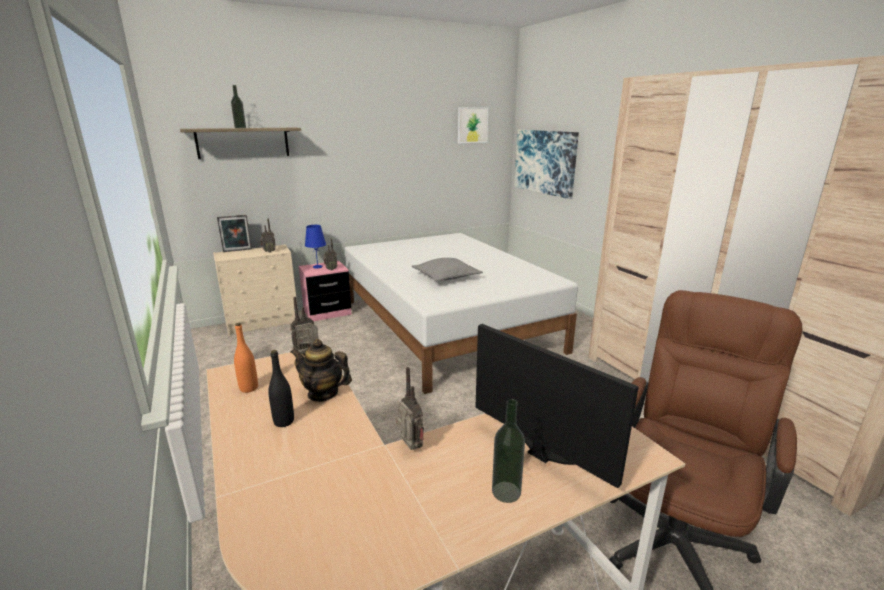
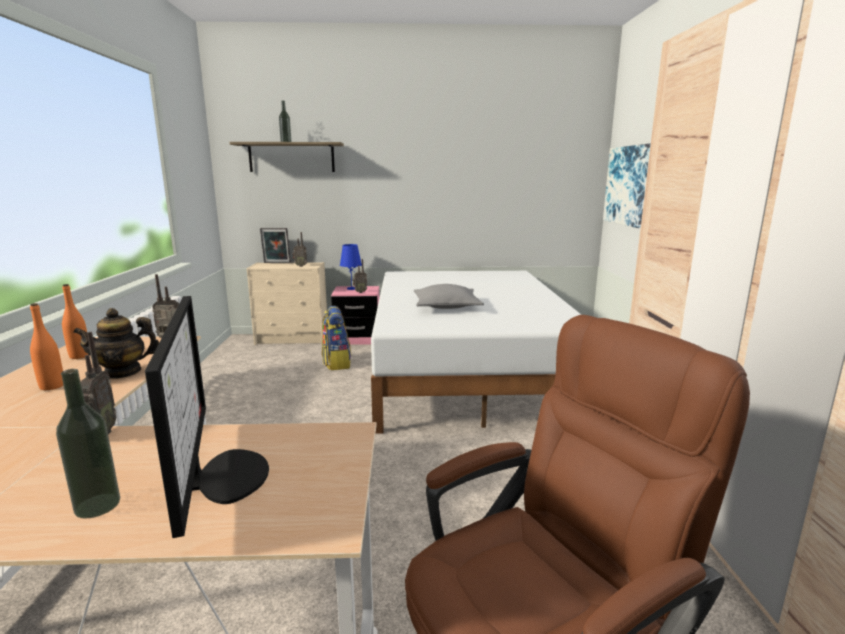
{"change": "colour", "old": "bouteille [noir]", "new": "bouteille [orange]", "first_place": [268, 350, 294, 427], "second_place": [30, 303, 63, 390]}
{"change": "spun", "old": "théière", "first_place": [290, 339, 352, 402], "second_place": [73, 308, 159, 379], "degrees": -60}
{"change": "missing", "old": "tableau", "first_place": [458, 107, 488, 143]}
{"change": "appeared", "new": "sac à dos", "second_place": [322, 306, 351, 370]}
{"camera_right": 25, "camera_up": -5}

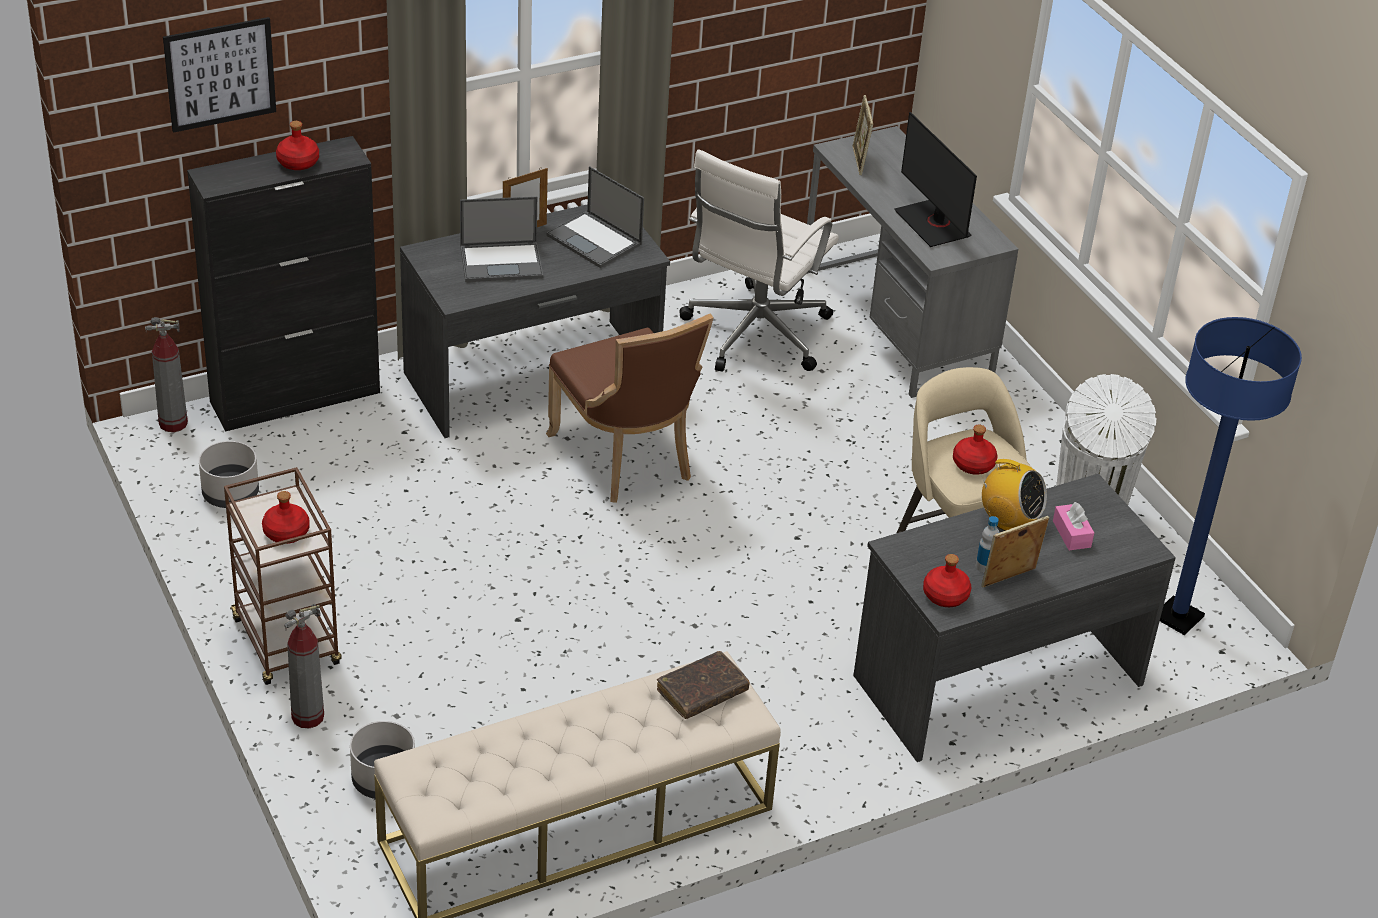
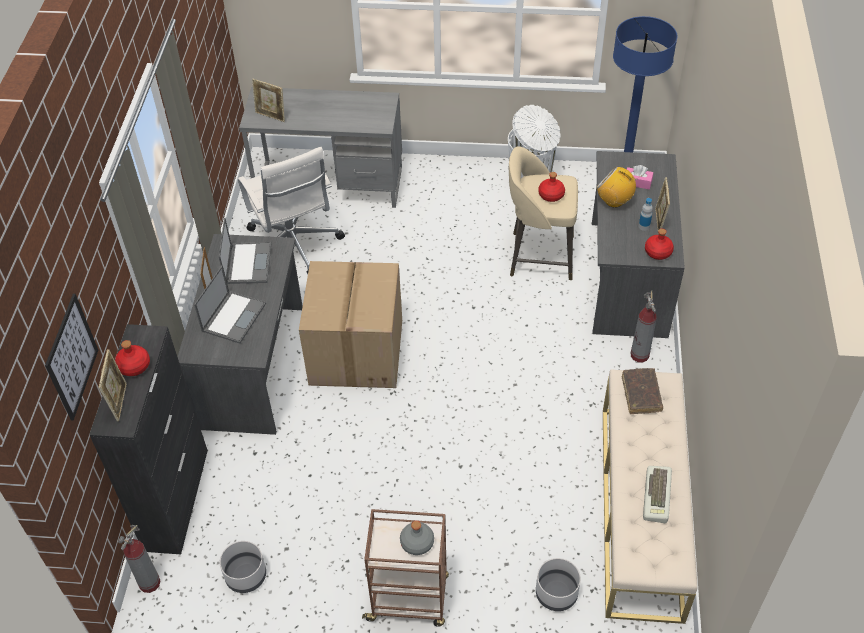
{"change": "colour", "old": "bouteille [rouge]", "new": "bouteille [gris]", "first_place": [262, 491, 310, 544], "second_place": [400, 521, 434, 555]}
{"change": "relocated", "old": "extincteur", "first_place": [284, 604, 324, 728], "second_place": [631, 290, 657, 363]}
{"change": "spun", "old": "ordinateur portable", "first_place": [546, 166, 644, 268], "second_place": [219, 217, 271, 284], "degrees": -75}
{"change": "exchanged", "old": "chaise [marron]", "new": "carton", "first_place": [546, 313, 714, 503], "second_place": [299, 261, 402, 388]}
{"change": "missing", "old": "écran d'ordinateur", "first_place": [894, 112, 977, 247]}
{"change": "spun", "old": "radio", "first_place": [979, 459, 1047, 531], "second_place": [597, 166, 639, 208], "degrees": -120}
{"change": "appeared", "new": "cadre photo", "second_place": [98, 349, 127, 421]}
{"change": "appeared", "new": "clavier", "second_place": [643, 466, 672, 523]}
{"camera_right": -55, "camera_up": 10}

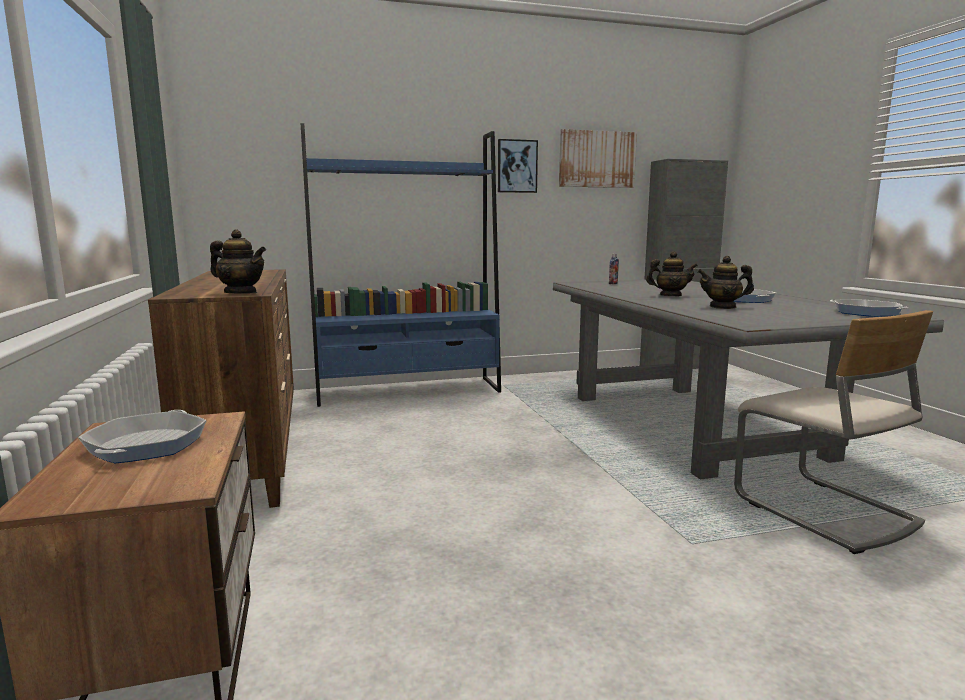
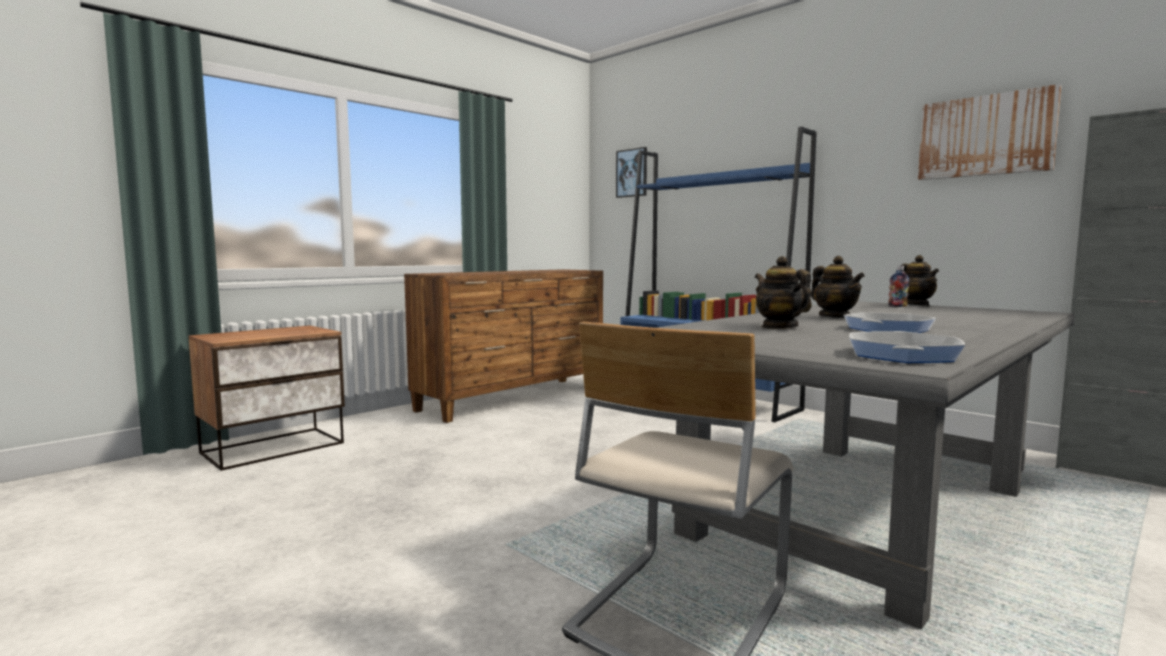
{"change": "missing", "old": "poêle", "first_place": [78, 410, 206, 464]}
{"change": "relocated", "old": "théière", "first_place": [210, 230, 266, 294], "second_place": [901, 255, 939, 306]}
{"change": "relocated", "old": "tableau", "first_place": [498, 139, 538, 193], "second_place": [616, 147, 647, 198]}
{"camera_right": 60, "camera_up": -5}

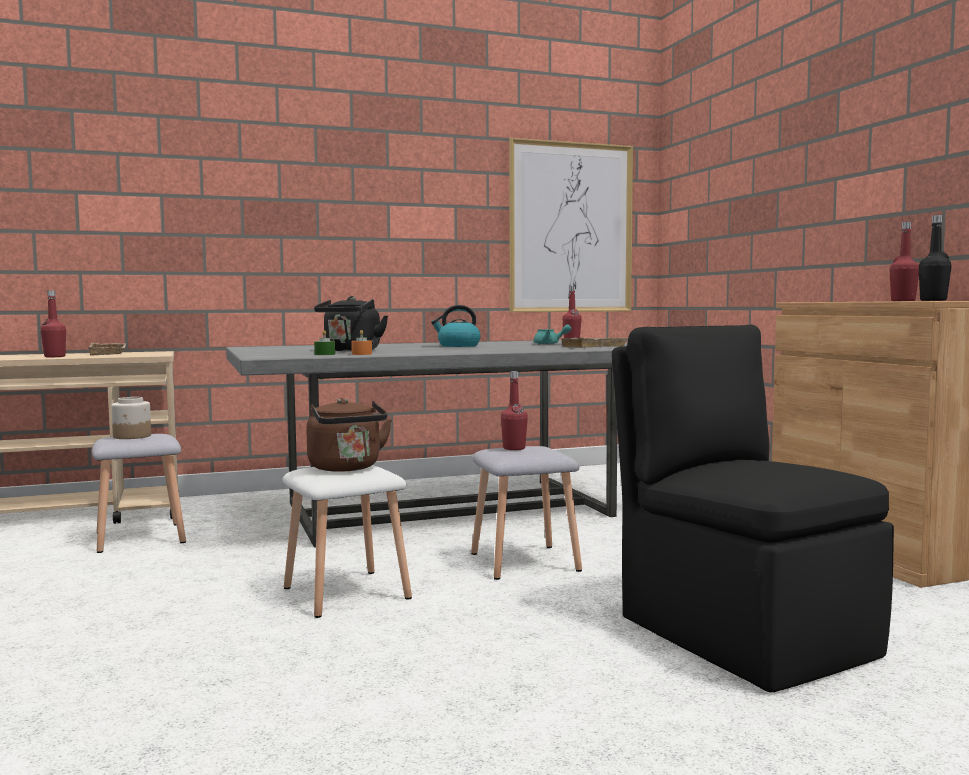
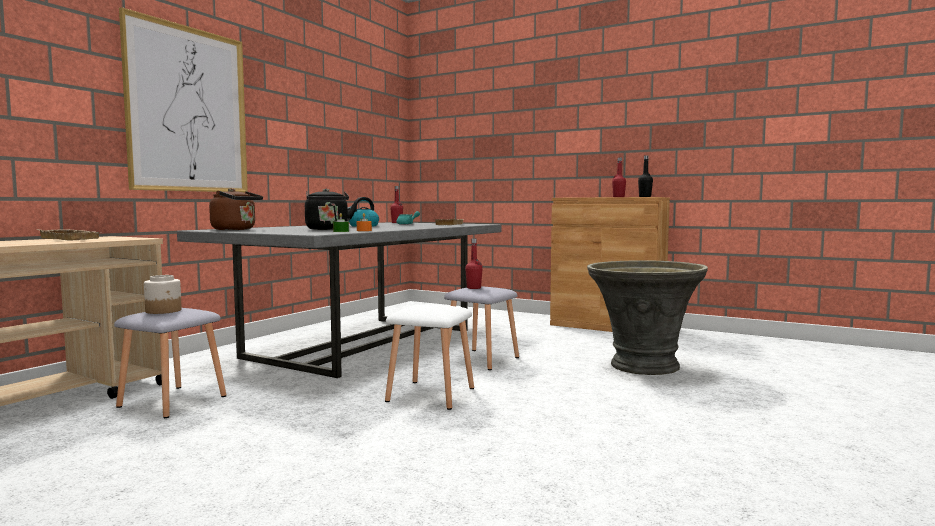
{"change": "missing", "old": "bouteille [rouge]", "first_place": [40, 290, 66, 357]}
{"change": "relocated", "old": "bouilloire [marron]", "first_place": [306, 398, 392, 472], "second_place": [209, 188, 263, 230]}
{"change": "relocated", "old": "tableau", "first_place": [509, 138, 633, 312], "second_place": [119, 7, 248, 193]}
{"change": "exchanged", "old": "chaise [noir]", "new": "cache-pot [gris]", "first_place": [612, 325, 894, 692], "second_place": [587, 260, 708, 375]}
{"camera_right": -40, "camera_up": 0}

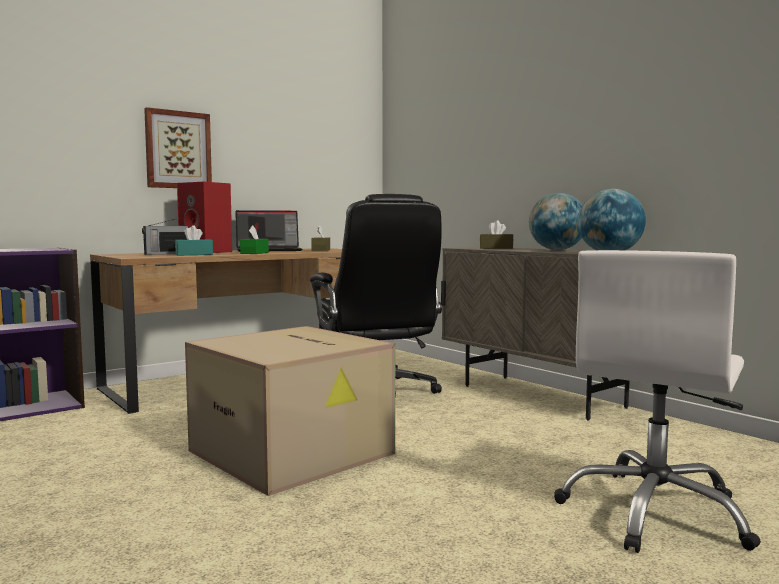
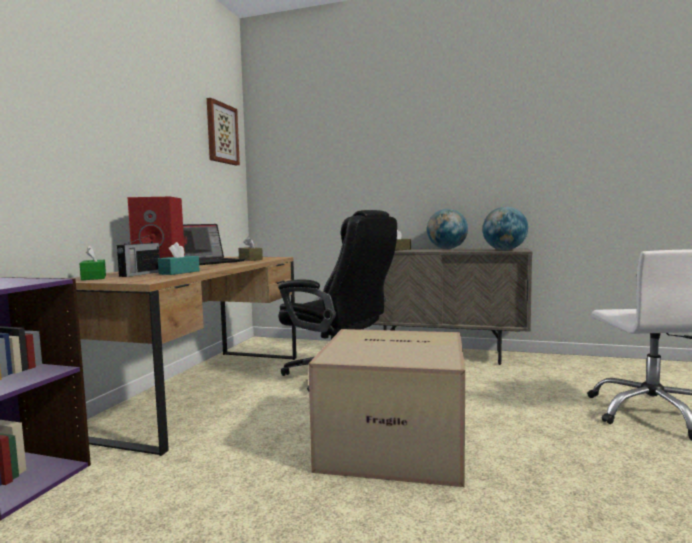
{"change": "relocated", "old": "tableau", "first_place": [144, 107, 212, 188], "second_place": [207, 98, 240, 165]}
{"change": "relocated", "old": "boîte à mouchoirs [vert]", "first_place": [240, 226, 269, 254], "second_place": [80, 245, 106, 280]}
{"camera_right": -35, "camera_up": 0}

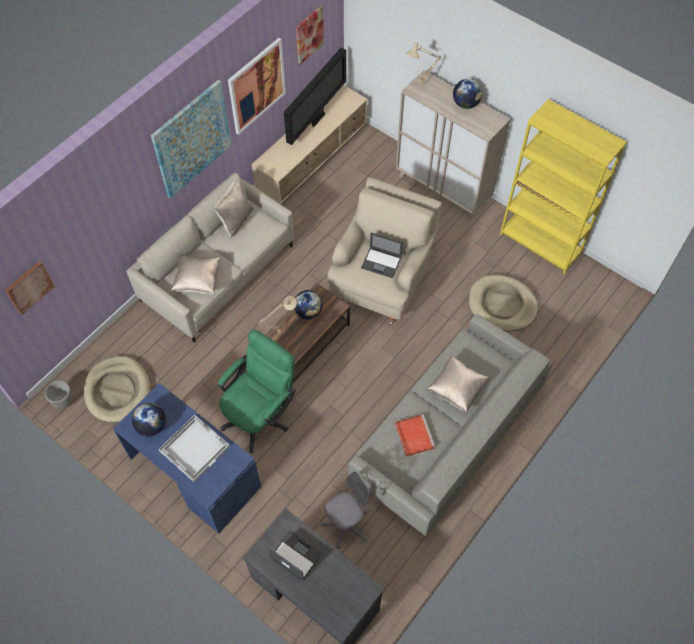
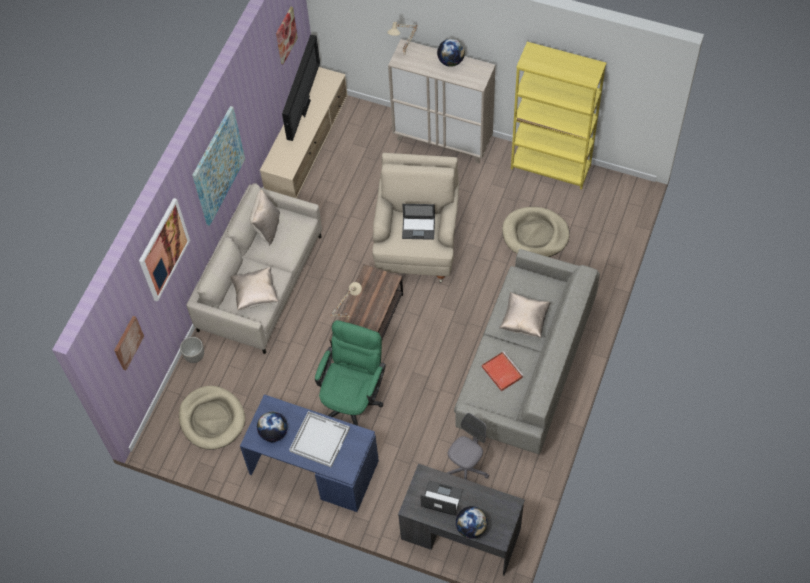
{"change": "relocated", "old": "cache-pot", "first_place": [45, 380, 73, 409], "second_place": [180, 337, 204, 363]}
{"change": "relocated", "old": "tableau", "first_place": [228, 38, 286, 135], "second_place": [139, 198, 190, 302]}
{"change": "relocated", "old": "globe", "first_place": [294, 290, 323, 320], "second_place": [456, 506, 487, 539]}
{"camera_right": -15, "camera_up": 0}

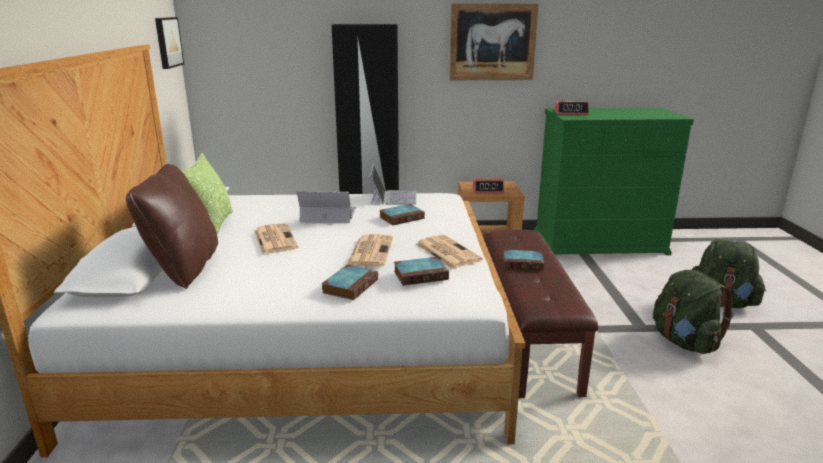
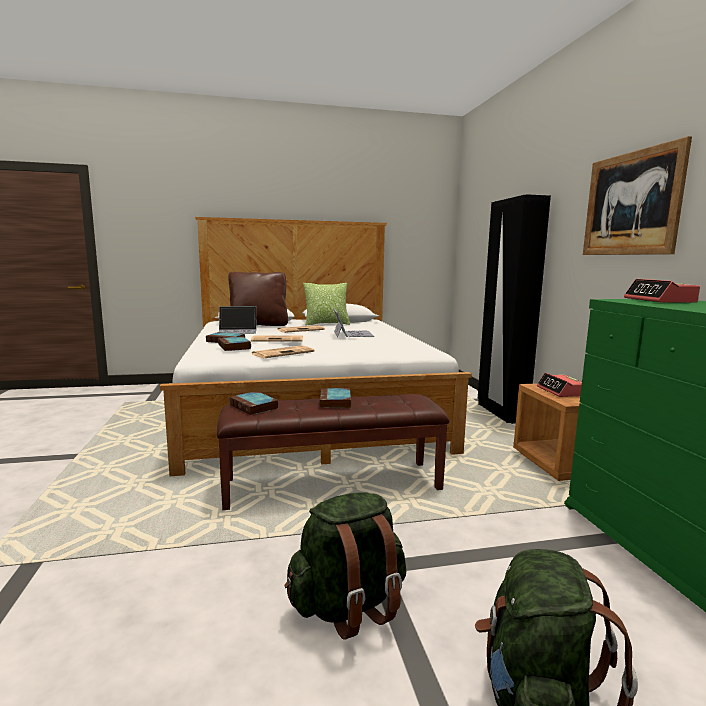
{"change": "missing", "old": "tableau", "first_place": [155, 17, 184, 69]}
{"change": "relocated", "old": "ordinateur portable", "first_place": [369, 164, 416, 205], "second_place": [218, 306, 257, 334]}
{"change": "relocated", "old": "livre", "first_place": [379, 204, 425, 225], "second_place": [230, 391, 278, 415]}
{"camera_right": 80, "camera_up": -10}

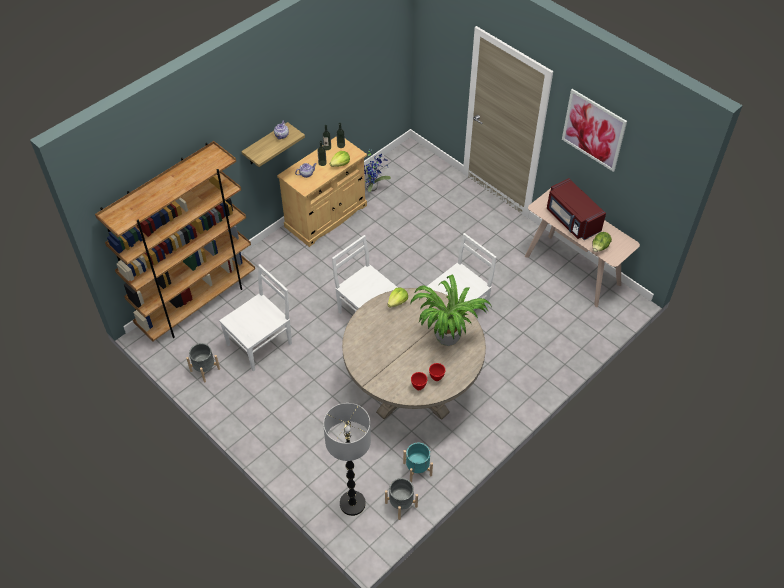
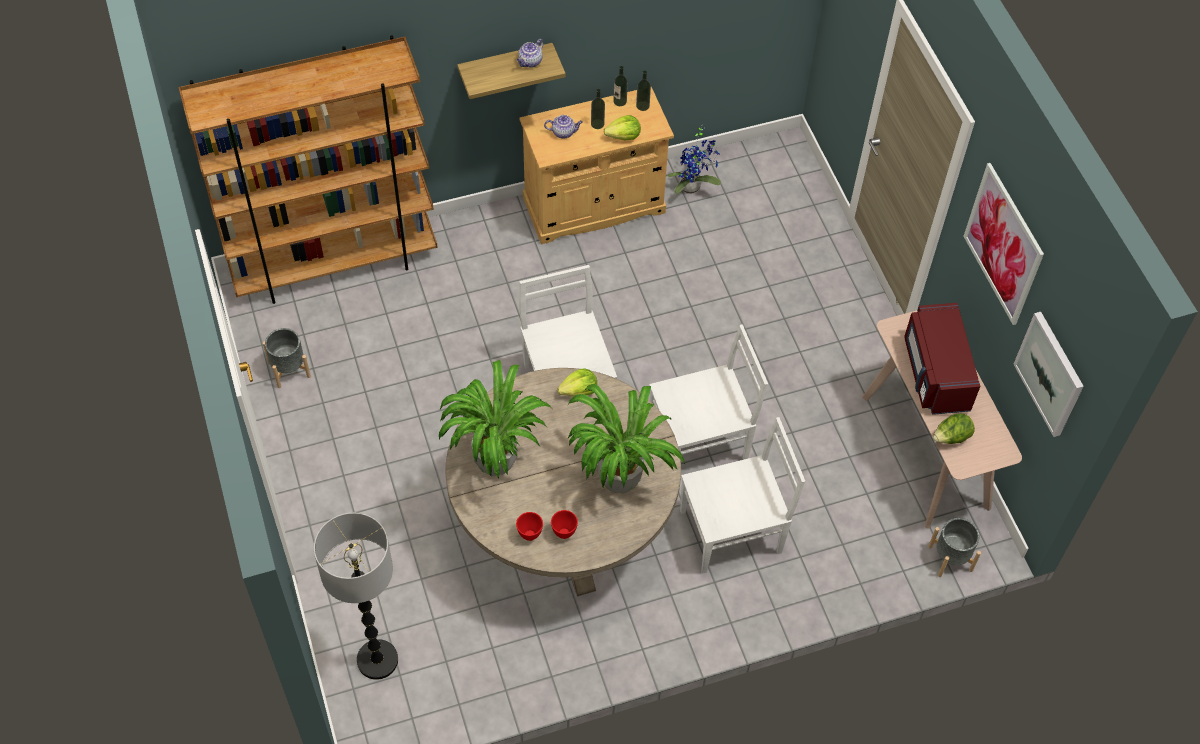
{"change": "relocated", "old": "chaise [blanc]", "first_place": [219, 264, 292, 371], "second_place": [680, 417, 805, 573]}
{"change": "relocated", "old": "cache-pot [gris]", "first_place": [385, 478, 418, 520], "second_place": [928, 518, 981, 577]}
{"change": "missing", "old": "cache-pot [turquoise]", "first_place": [403, 442, 433, 482]}
{"change": "appeared", "new": "plante en pot", "second_place": [439, 360, 552, 479]}
{"change": "appeared", "new": "tableau", "second_place": [1013, 312, 1084, 437]}
{"camera_right": 25, "camera_up": 5}

